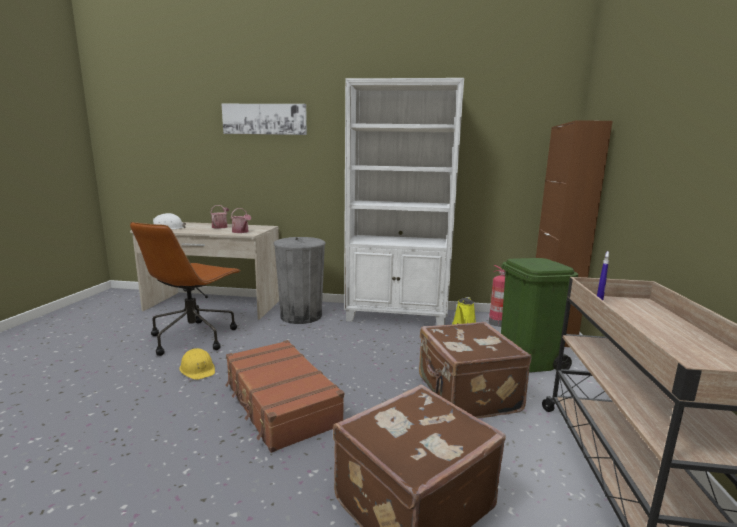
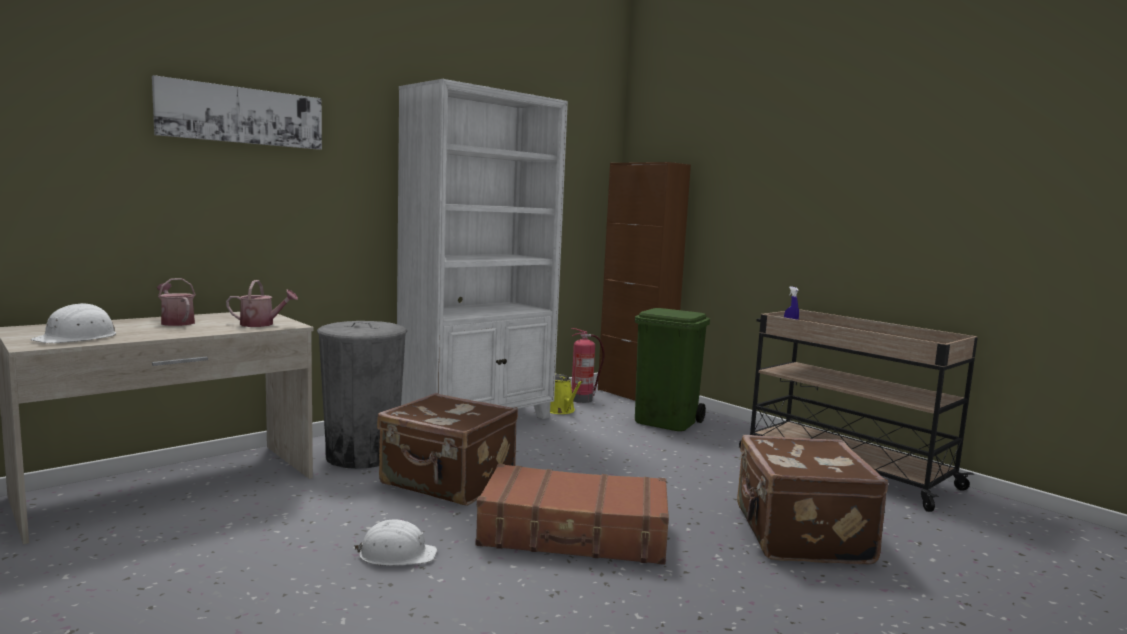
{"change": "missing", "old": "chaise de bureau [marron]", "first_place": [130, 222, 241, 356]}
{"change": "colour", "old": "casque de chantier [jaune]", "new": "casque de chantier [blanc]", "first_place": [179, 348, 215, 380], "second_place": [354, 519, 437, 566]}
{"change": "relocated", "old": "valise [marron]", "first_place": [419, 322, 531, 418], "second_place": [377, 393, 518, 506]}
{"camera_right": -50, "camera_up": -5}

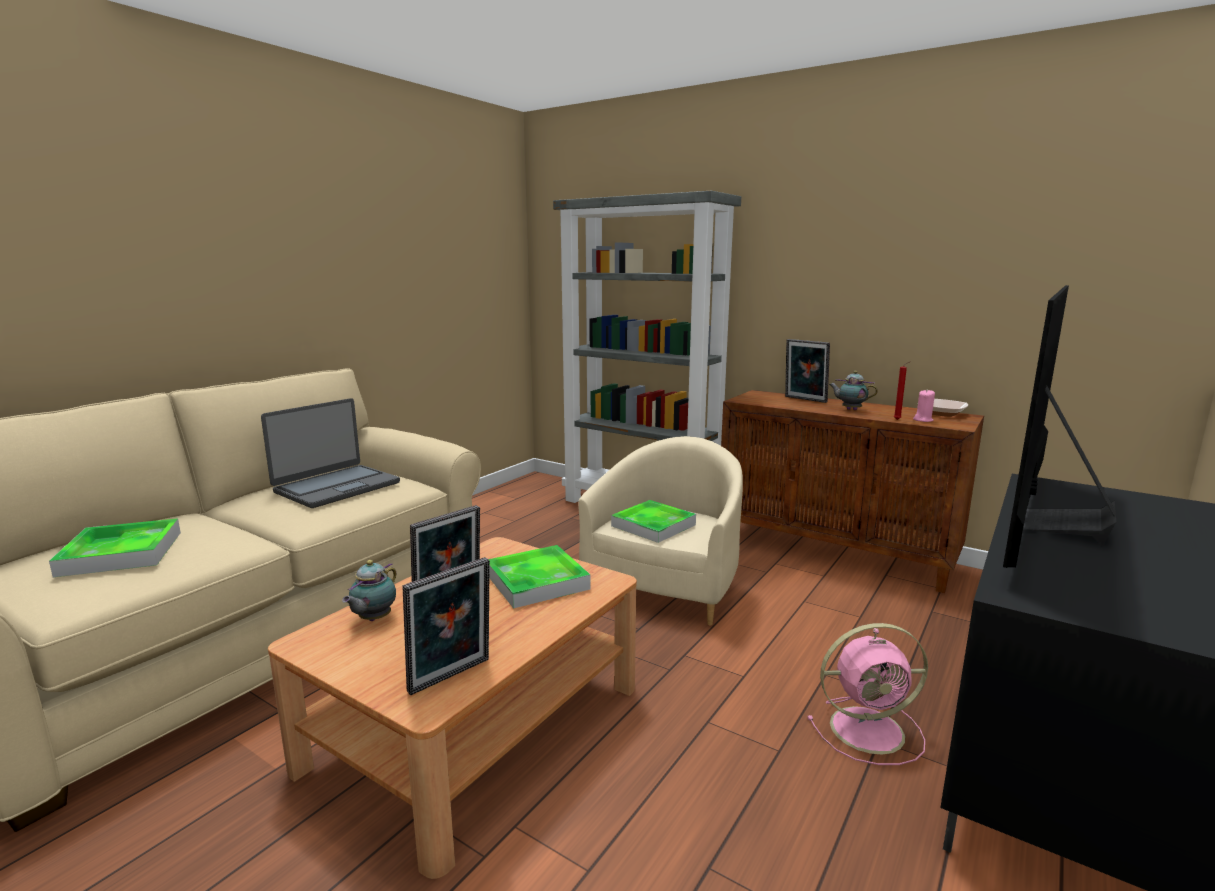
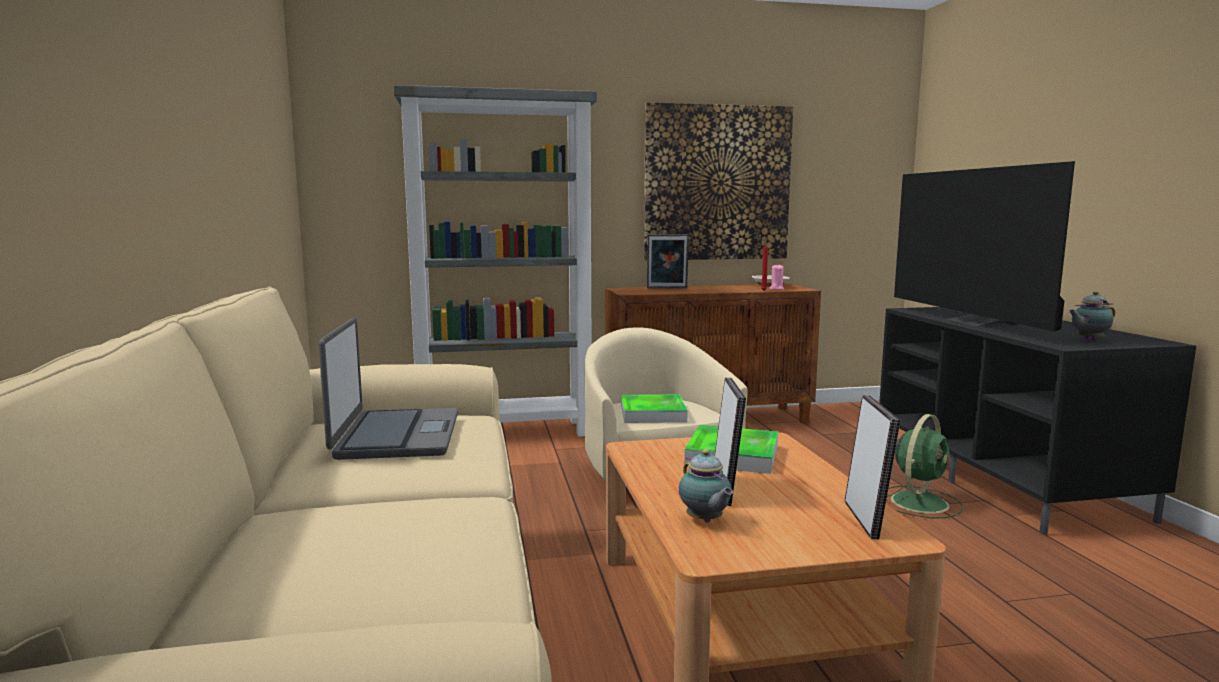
{"change": "missing", "old": "plateau", "first_place": [49, 518, 181, 577]}
{"change": "colour", "old": "ventilateur [rose]", "new": "ventilateur [vert]", "first_place": [807, 623, 928, 765], "second_place": [887, 414, 963, 518]}
{"change": "relocated", "old": "théière", "first_place": [829, 371, 878, 410], "second_place": [1068, 291, 1115, 341]}
{"change": "appeared", "new": "tableau", "second_place": [644, 102, 793, 260]}
{"camera_right": -45, "camera_up": -5}

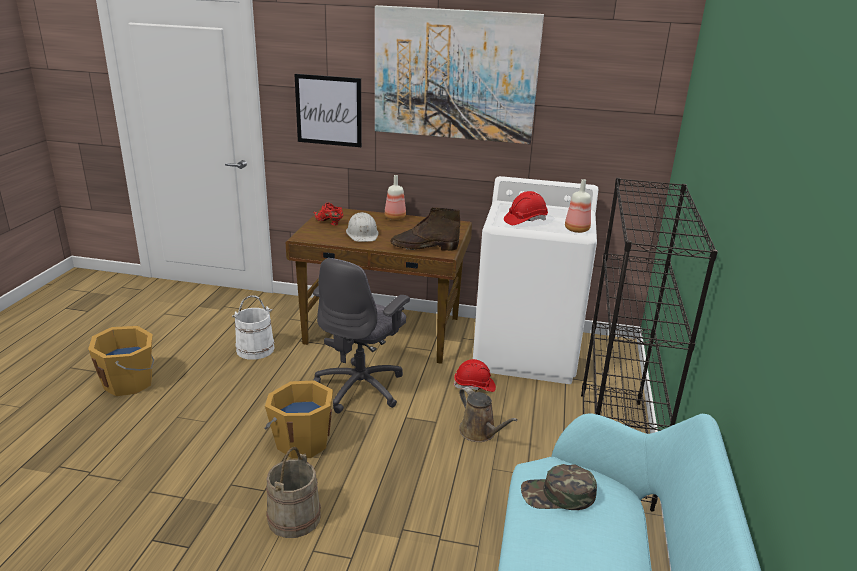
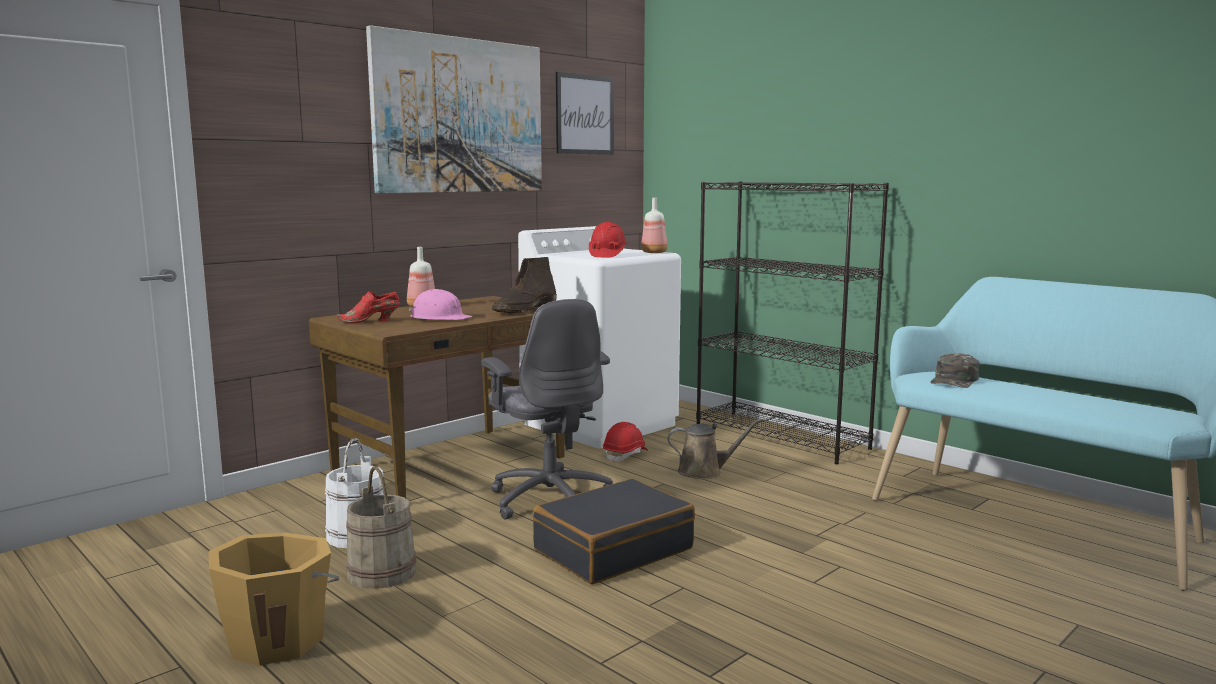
{"change": "exchanged", "old": "seau [orange]", "new": "valise [noir]", "first_place": [264, 380, 333, 458], "second_place": [533, 479, 695, 584]}
{"change": "relocated", "old": "seau [beige]", "first_place": [266, 447, 321, 538], "second_place": [346, 466, 416, 589]}
{"change": "relocated", "old": "tableau", "first_place": [294, 74, 362, 147], "second_place": [556, 72, 614, 155]}
{"change": "colour", "old": "casque de chantier [blanc]", "new": "casque de chantier [rose]", "first_place": [346, 212, 379, 242], "second_place": [409, 289, 472, 320]}
{"camera_right": -55, "camera_up": -15}

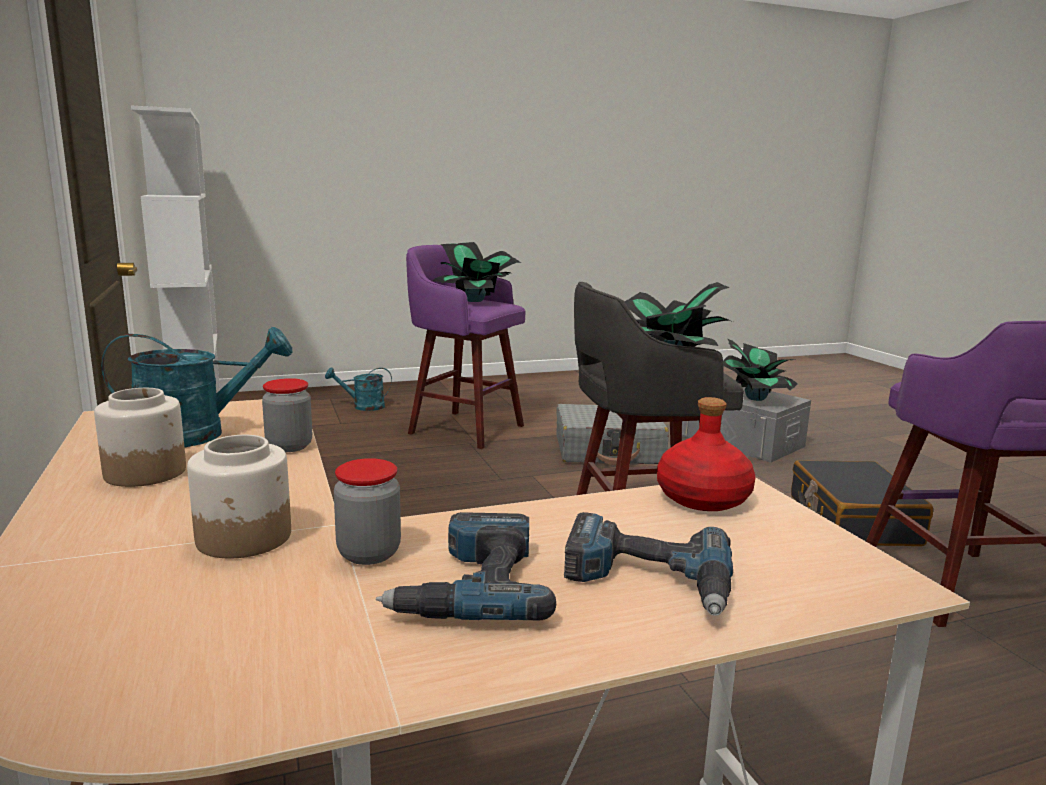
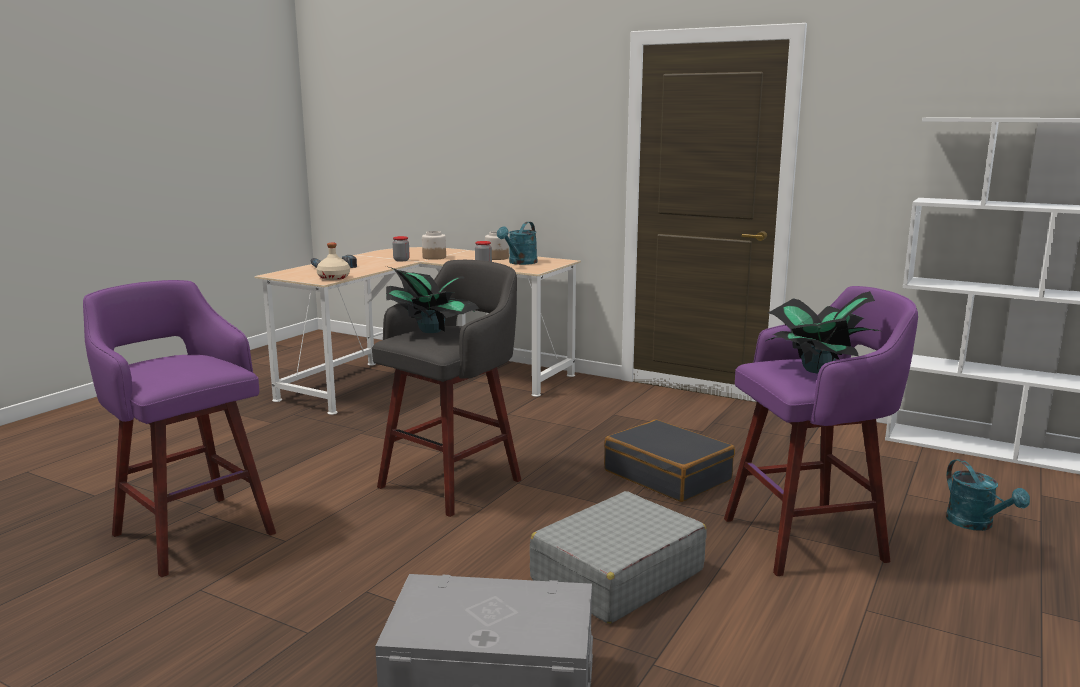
{"change": "spun", "old": "arrosoir [turquoise]", "first_place": [325, 368, 392, 411], "second_place": [946, 459, 1030, 531], "degrees": 120}
{"change": "missing", "old": "perceuse", "first_place": [376, 512, 556, 620]}
{"change": "colour", "old": "bouteille [rouge]", "new": "bouteille [beige]", "first_place": [657, 397, 755, 511], "second_place": [317, 243, 350, 280]}
{"change": "missing", "old": "plante en pot", "first_place": [723, 339, 797, 401]}
{"change": "relocated", "old": "valise [noir]", "first_place": [791, 460, 933, 546], "second_place": [604, 420, 735, 502]}
{"camera_right": 140, "camera_up": 0}

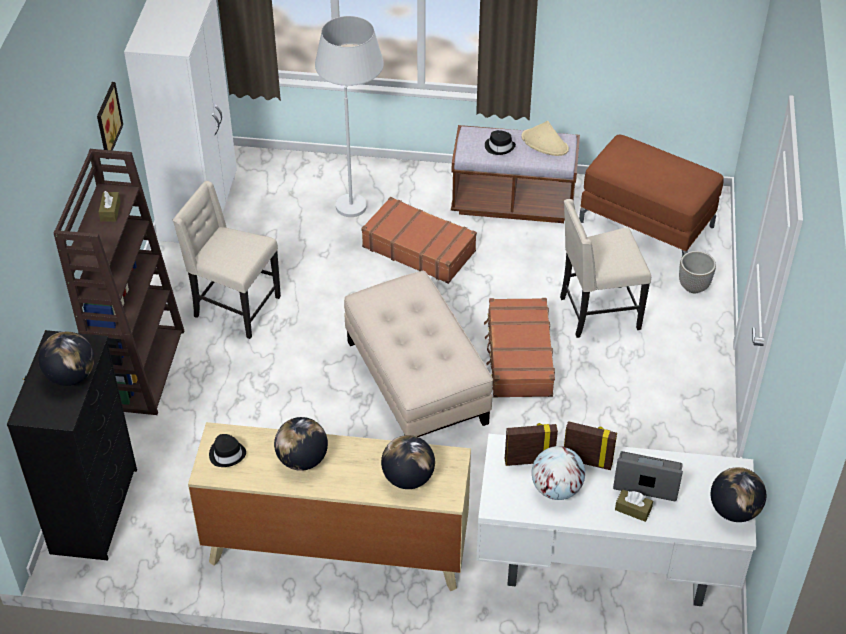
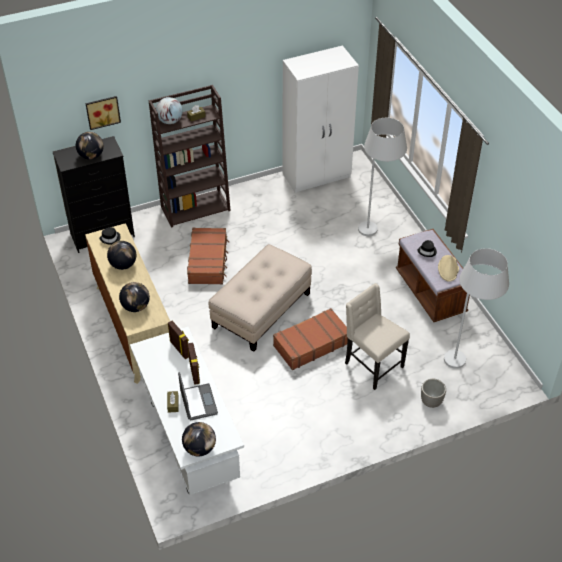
{"change": "relocated", "old": "tableau", "first_place": [97, 82, 123, 159], "second_place": [85, 96, 121, 130]}
{"change": "missing", "old": "chaise [beige]", "first_place": [173, 181, 281, 339]}
{"change": "relocated", "old": "valise [marron]", "first_place": [361, 197, 477, 284], "second_place": [187, 228, 229, 285]}
{"change": "relocated", "old": "globe", "first_place": [532, 446, 585, 500], "second_place": [156, 97, 183, 124]}
{"change": "exchanged", "old": "pouf [marron]", "new": "lampadaire [blanc]", "first_place": [579, 135, 724, 256], "second_place": [444, 248, 509, 369]}
{"camera_right": 60, "camera_up": 0}

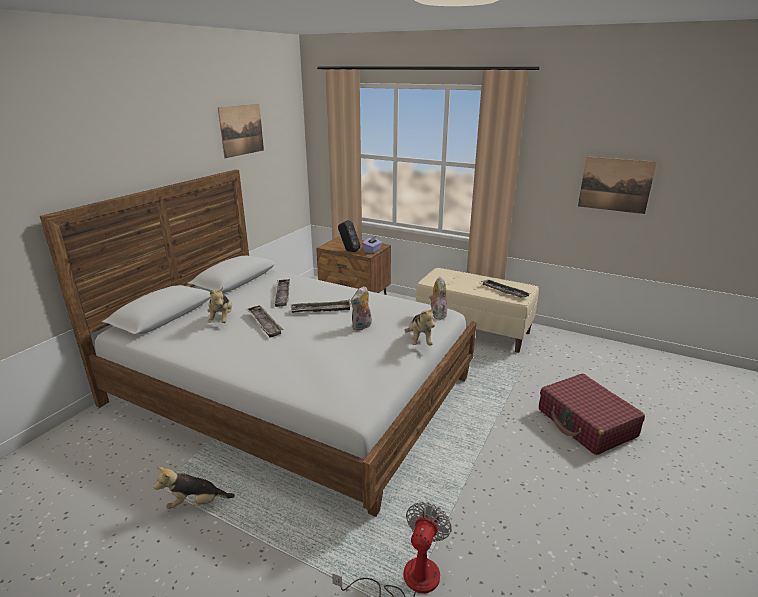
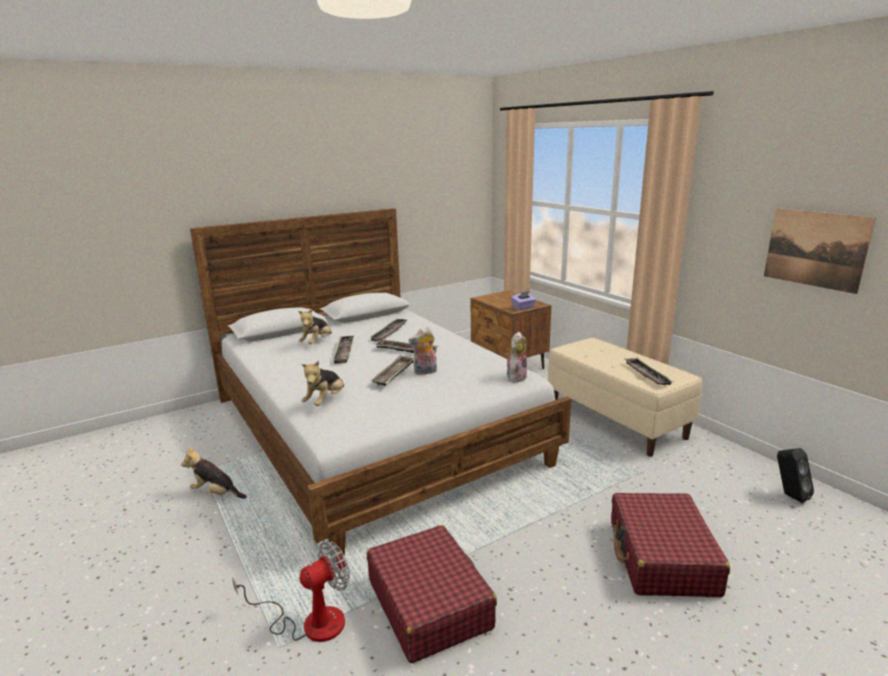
{"change": "missing", "old": "tableau", "first_place": [218, 104, 264, 158]}
{"change": "relocated", "old": "enceinte [noir]", "first_place": [338, 220, 360, 252], "second_place": [777, 448, 814, 503]}
{"change": "relocated", "old": "peluche", "first_place": [404, 307, 435, 345], "second_place": [301, 361, 344, 406]}
{"change": "appeared", "new": "valise [rouge]", "second_place": [367, 525, 497, 663]}
{"change": "appeared", "new": "plateau", "second_place": [371, 355, 414, 386]}
{"camera_right": 30, "camera_up": -5}

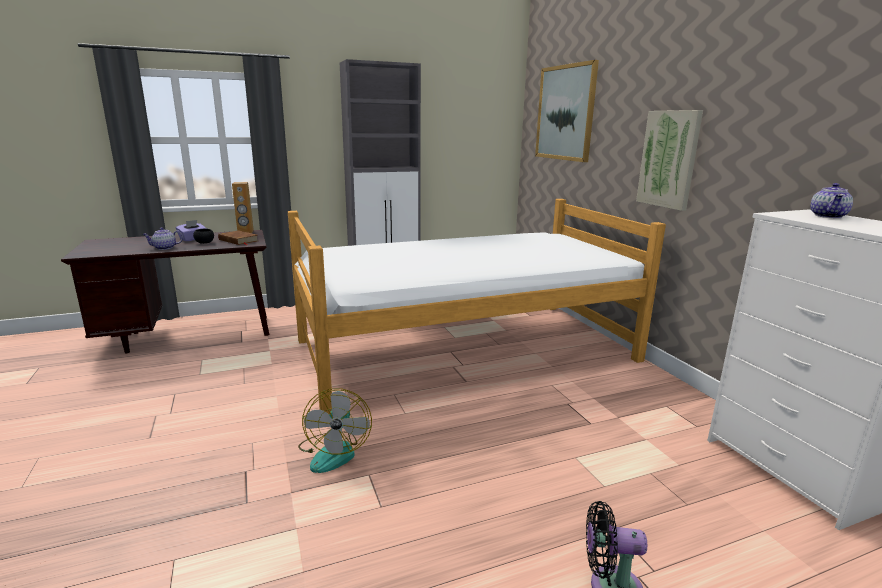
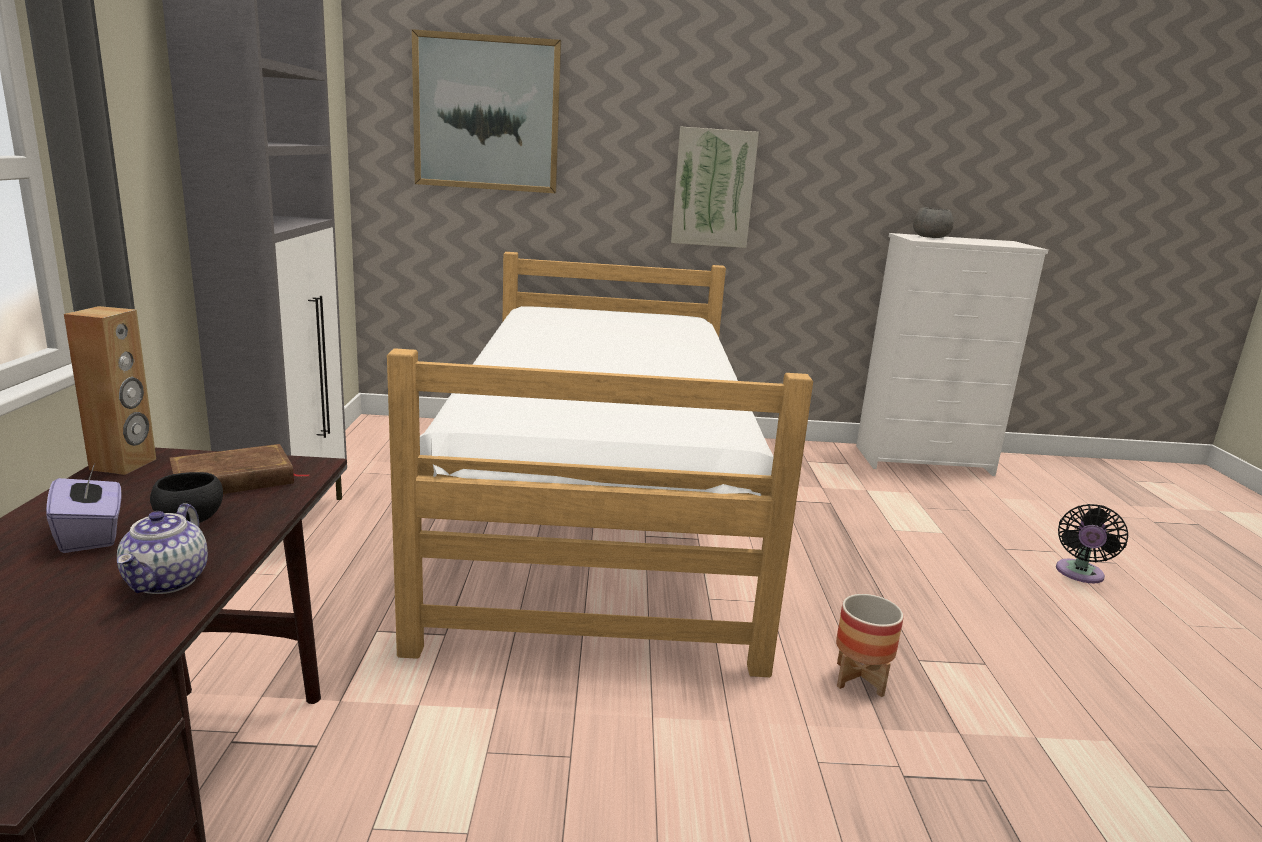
{"change": "exchanged", "old": "ventilateur", "new": "cache-pot", "first_place": [298, 388, 372, 473], "second_place": [836, 594, 903, 697]}
{"change": "exchanged", "old": "théière", "new": "bol [gris]", "first_place": [810, 183, 853, 218], "second_place": [913, 207, 954, 238]}
{"camera_right": -70, "camera_up": 0}

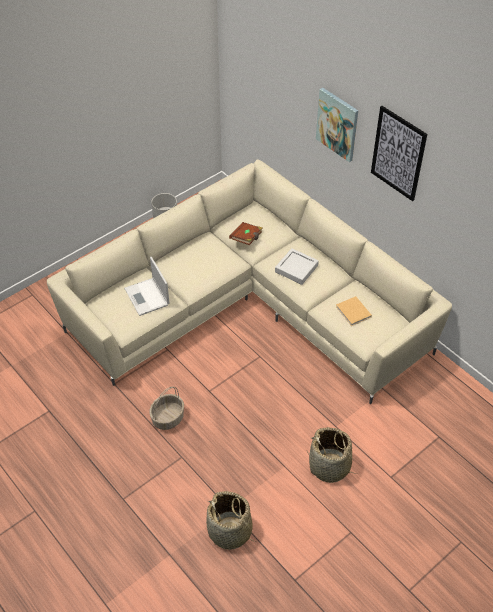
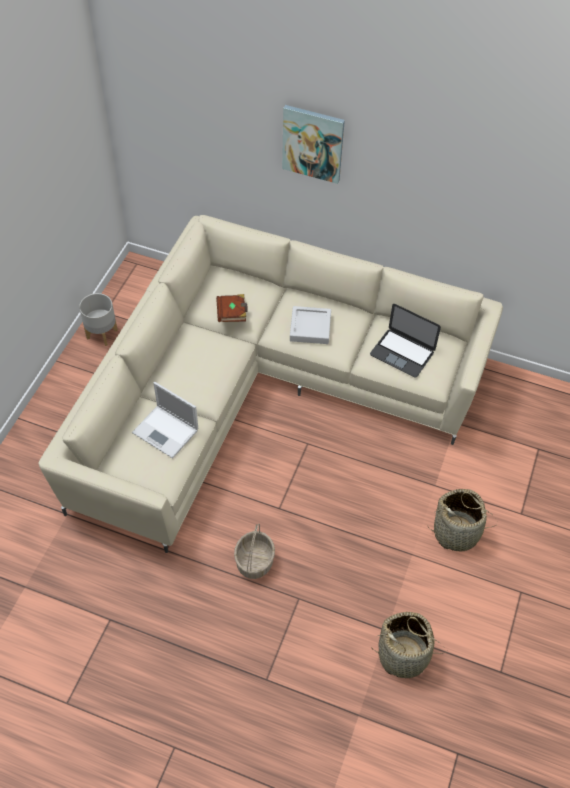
{"change": "exchanged", "old": "livre [beige]", "new": "ordinateur portable", "first_place": [336, 296, 372, 326], "second_place": [370, 304, 441, 378]}
{"change": "missing", "old": "tableau", "first_place": [371, 106, 427, 201]}
{"camera_right": -30, "camera_up": 5}

